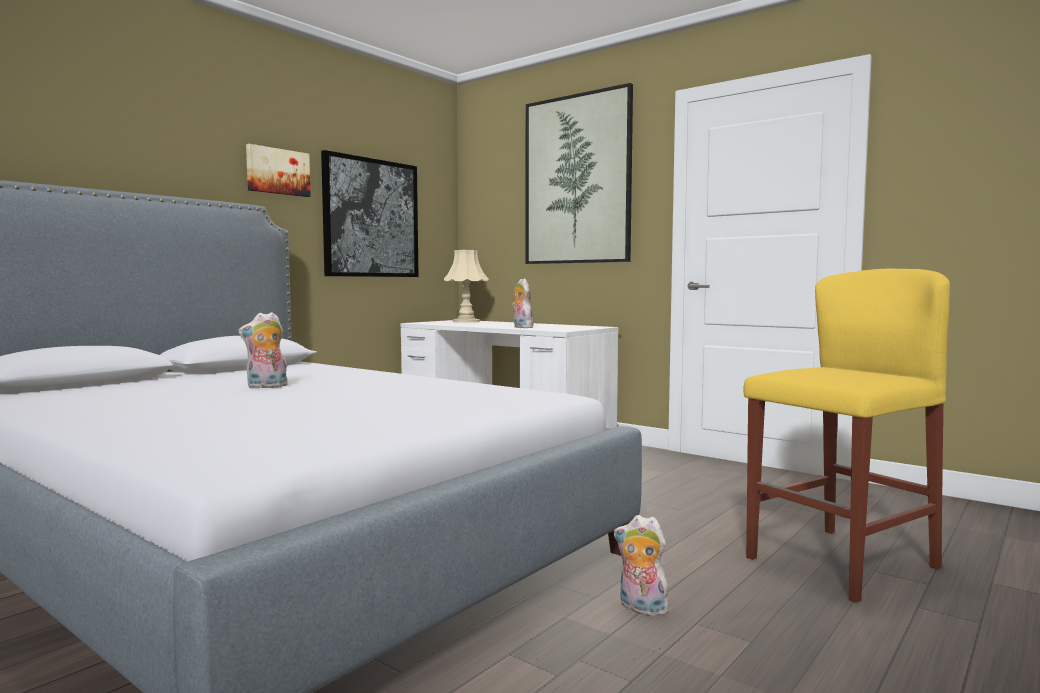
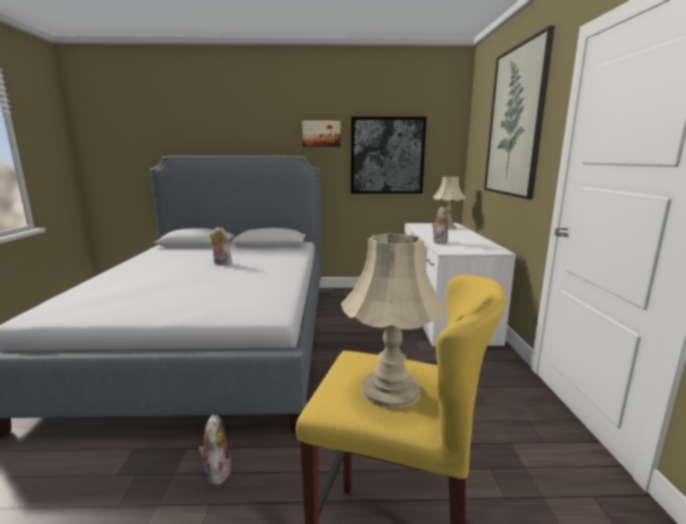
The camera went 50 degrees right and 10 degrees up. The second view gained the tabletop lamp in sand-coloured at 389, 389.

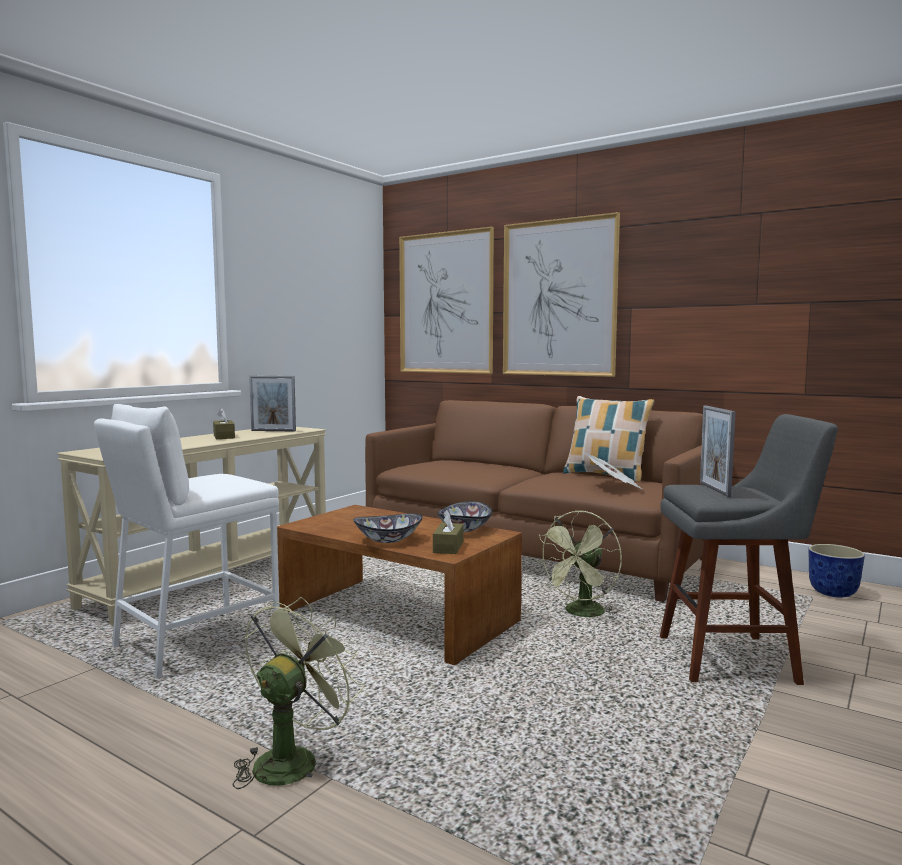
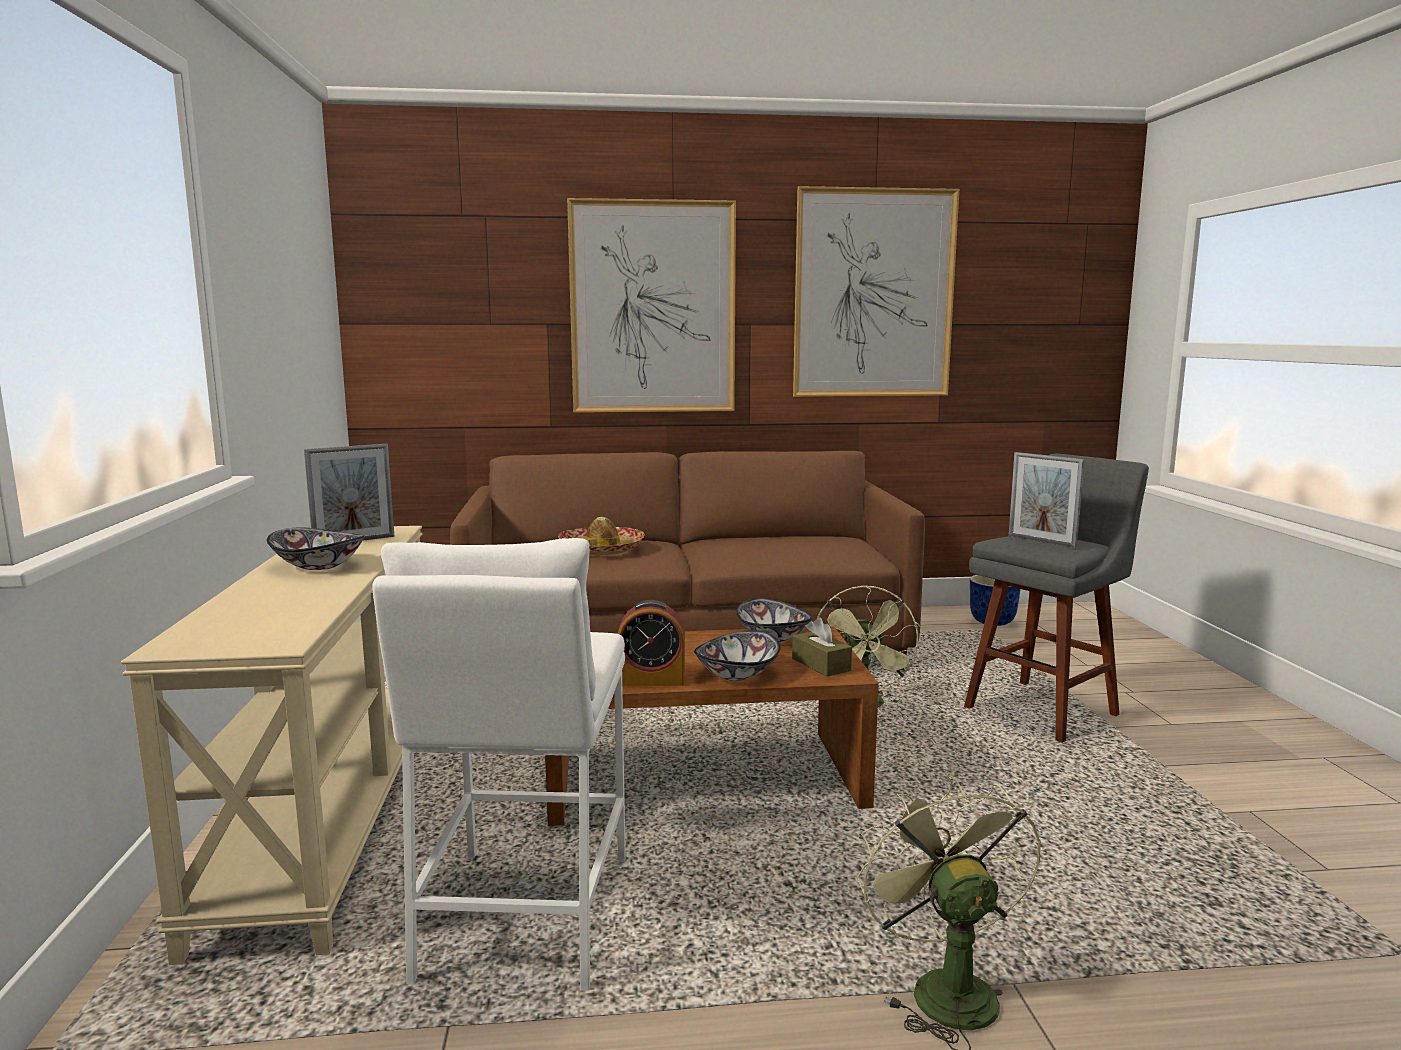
The camera went 40 degrees left and 5 degrees up. The second view lost the throw pillow at 606, 476. The second view lost the newspaper at 613, 487. The second view gained the hat at 601, 549. The second view gained the alarm clock at 651, 680. The wall picture ended up elsewhere, having gone from 445, 303 to 873, 294. Where the tissue box in brownish stood at 224, 436, the deep dish came to stand at 319, 566.

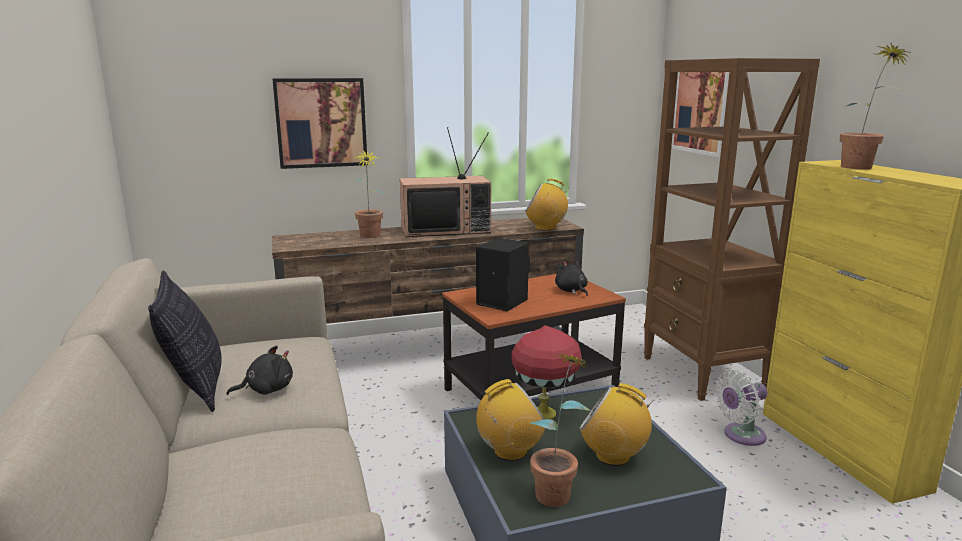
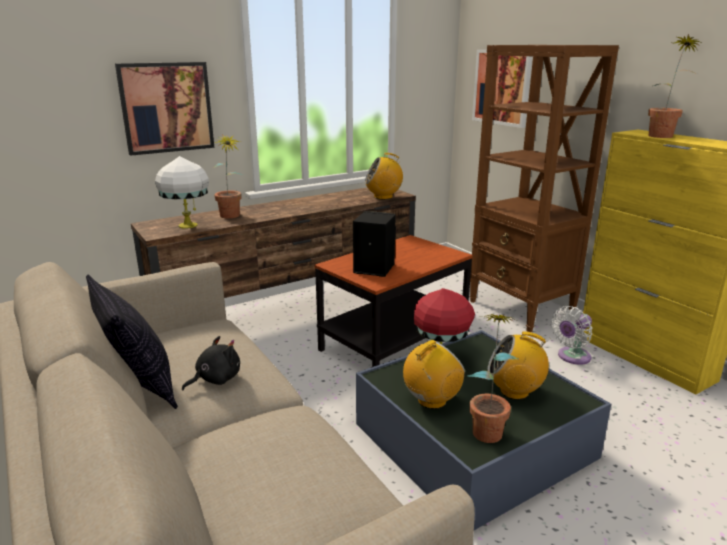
The camera went 15 degrees left and 5 degrees up. The second view lost the TV set at 446, 229. The second view lost the soft toy in blackish at 571, 291. The second view gained the tabletop lamp in white-coloured at 187, 226.

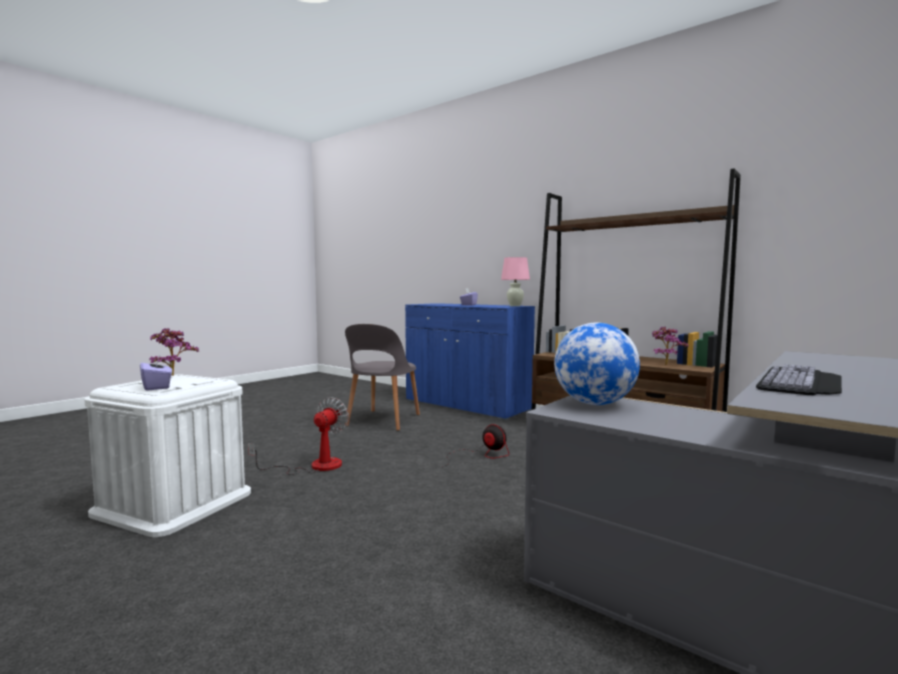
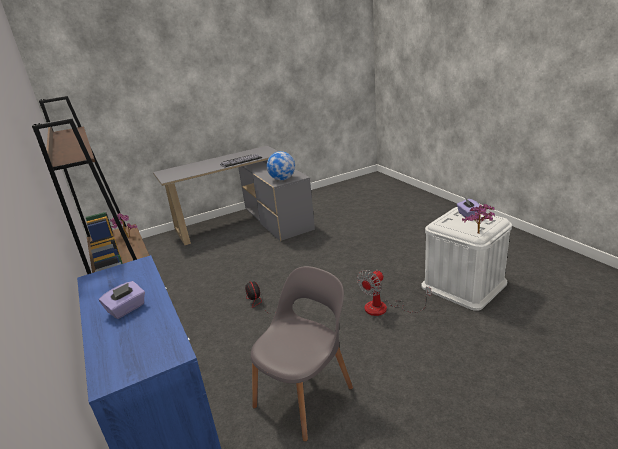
The camera went 155 degrees left and 20 degrees up. The second view lost the tabletop lamp in pink at 515, 306.

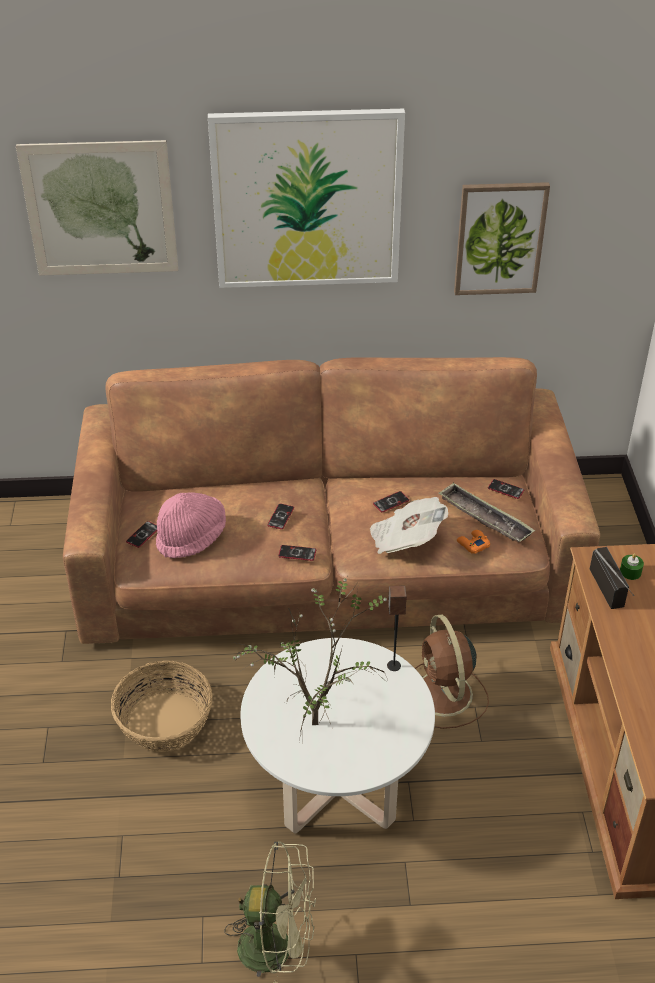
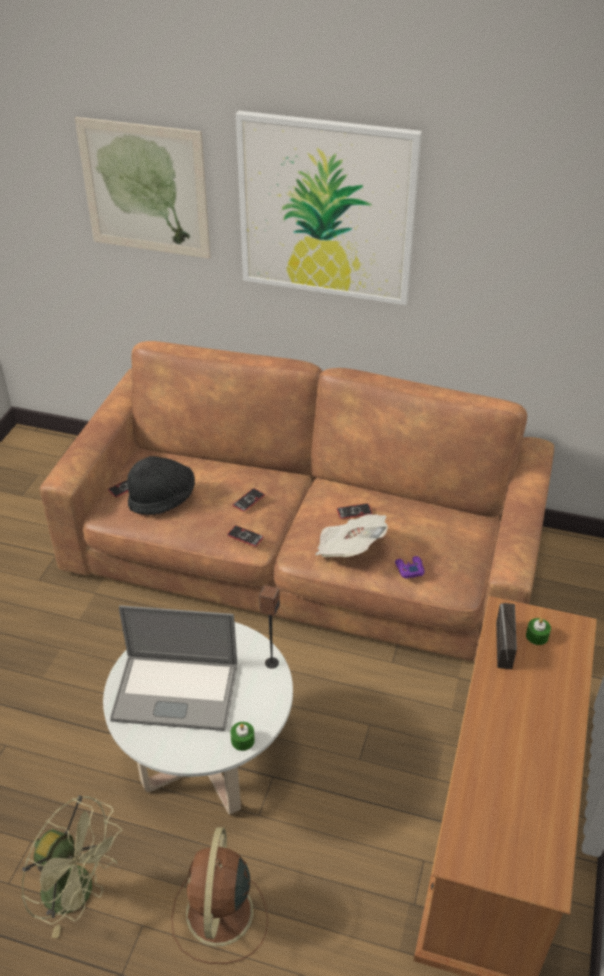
The camera went 20 degrees right and 0 degrees up. The second view lost the storage basket at 165, 722. The second view lost the serving tray at 485, 517. The second view lost the wall picture at 499, 238. The second view lost the handset at 505, 489. The second view gained the wax light in green-coloured at 242, 740. The electric fan in brownish ended up elsewhere, having gone from 444, 696 to 219, 915. Where the potted plant stood at 317, 719, the portable computer came to stand at 175, 692. What was the hat in pink at 191, 537 turned into the hat in blackish at 162, 499. What was the game controller in orange-coloured at 473, 544 turned into the game controller in purplish at 409, 569.

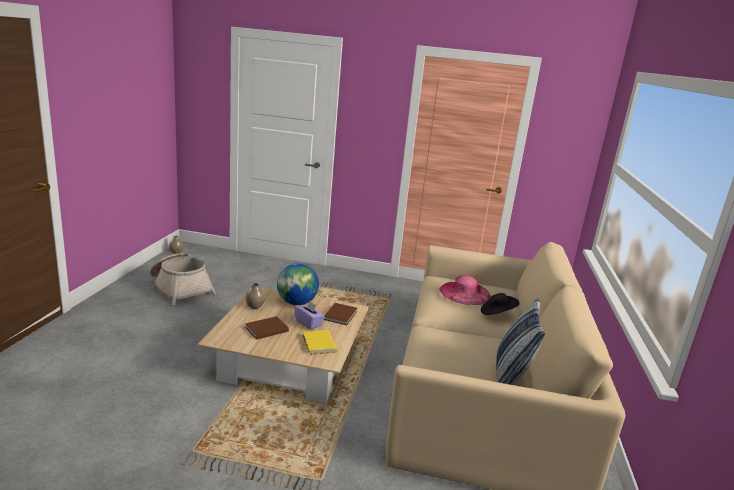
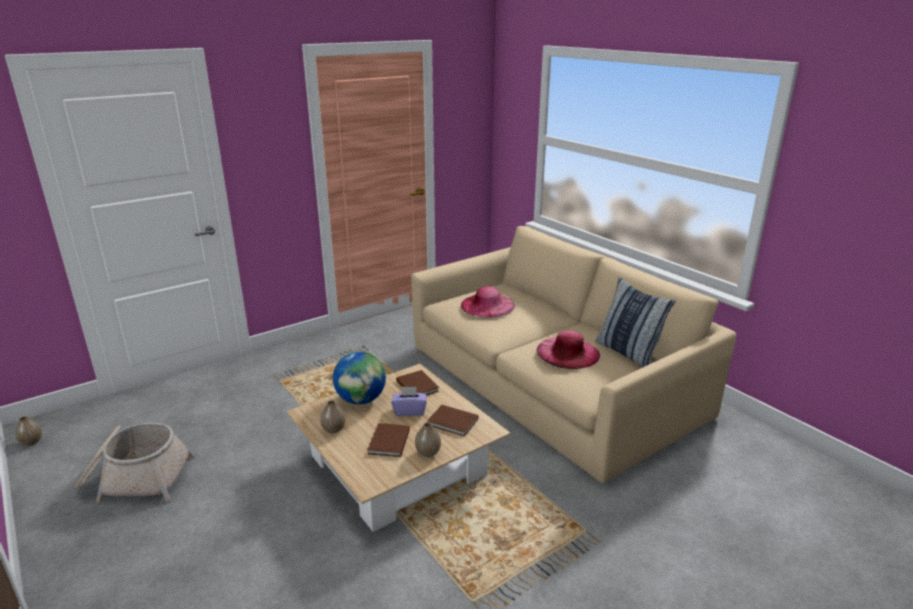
The camera went 45 degrees left and 5 degrees up. The second view lost the hat in blackish at 497, 313. The second view gained the decorative vase at 428, 453. The second view gained the hat in pink at 568, 352. What was the book in yellowish at 318, 344 turned into the book in brownish at 453, 423.

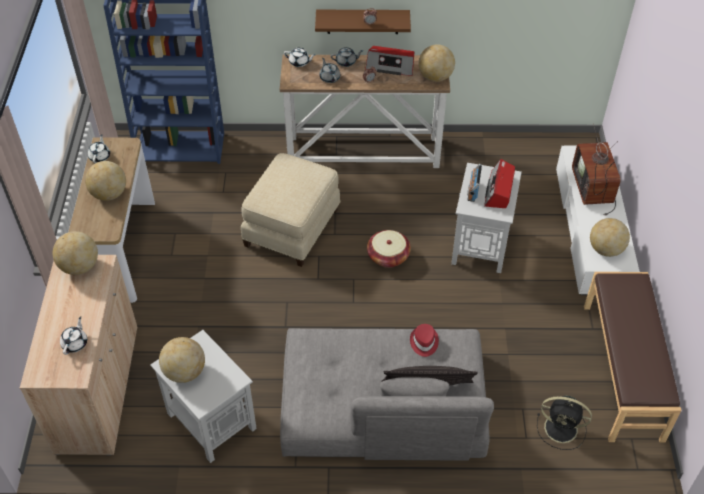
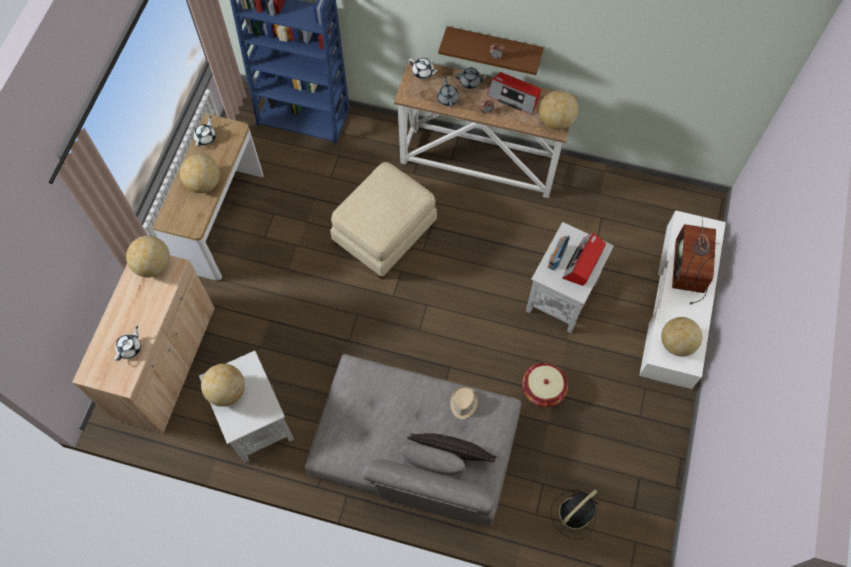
The camera went 15 degrees right and 15 degrees up. The second view lost the long seat in brownish at 623, 371. The storage basket ended up elsewhere, having gone from 388, 256 to 543, 389. What was the hat in red-coloured at 424, 342 turned into the hat in sand-coloured at 463, 403. The electric fan in blackish at 562, 428 ended up facing another way, 105 degrees clockwise from before.

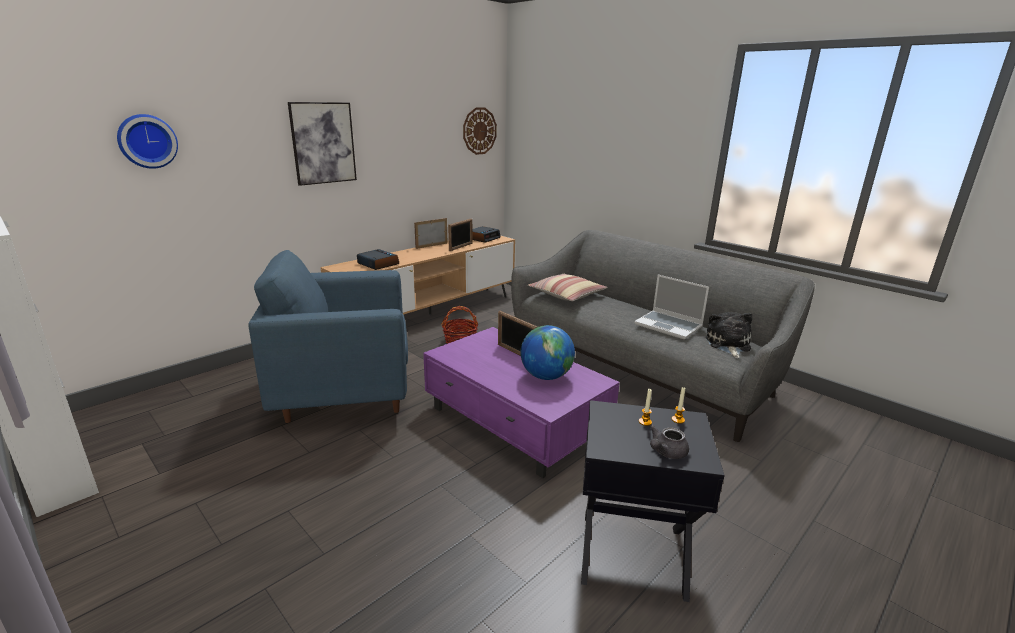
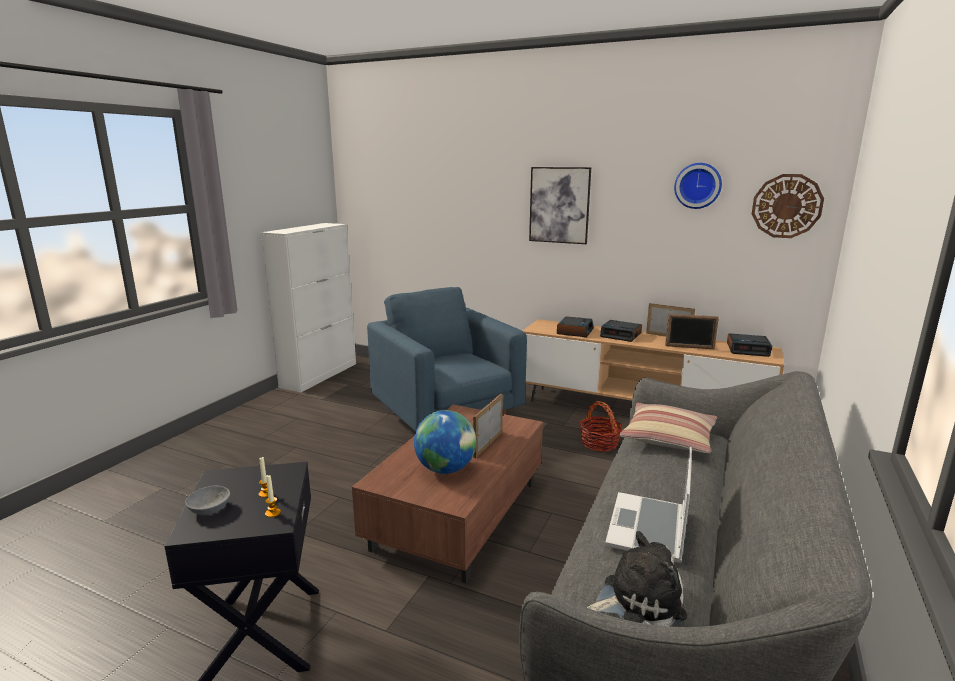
The camera went 70 degrees right and 5 degrees down. The second view gained the alarm clock at 621, 335. The wall clock ended up elsewhere, having gone from 147, 141 to 698, 185. Where the tea pot in greyish stood at 666, 452, the deep dish in greyish came to stand at 208, 508. What was the lounge table in purplish at 516, 423 turned into the lounge table in brownish at 457, 514.

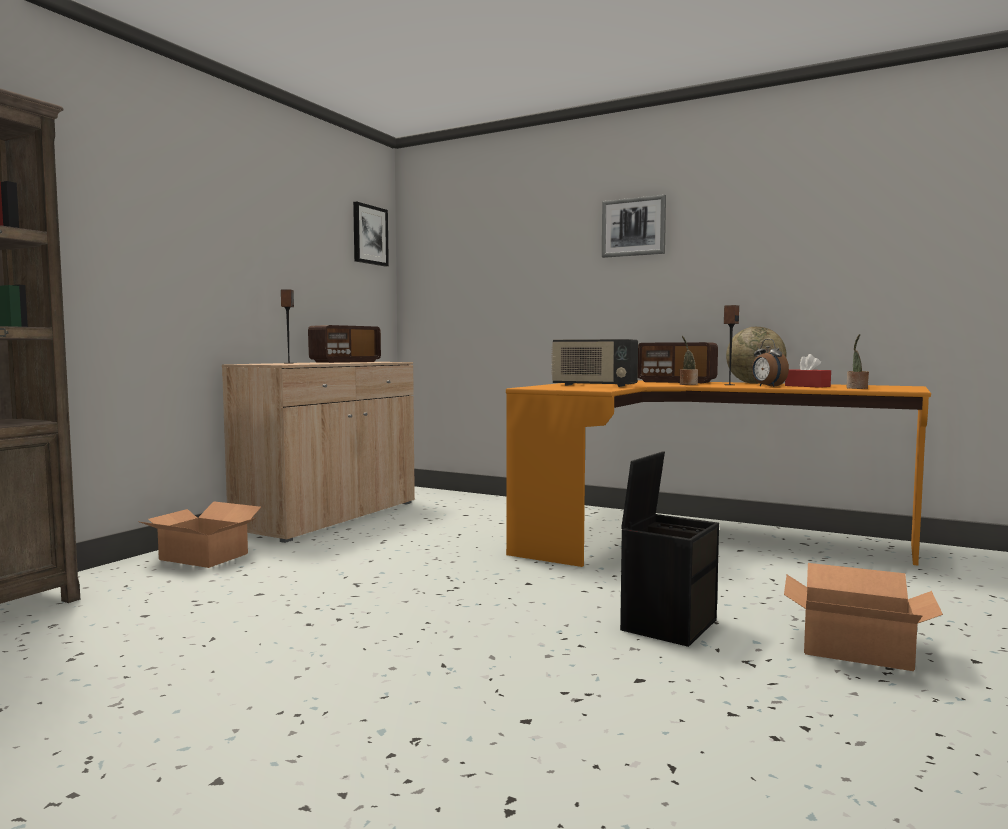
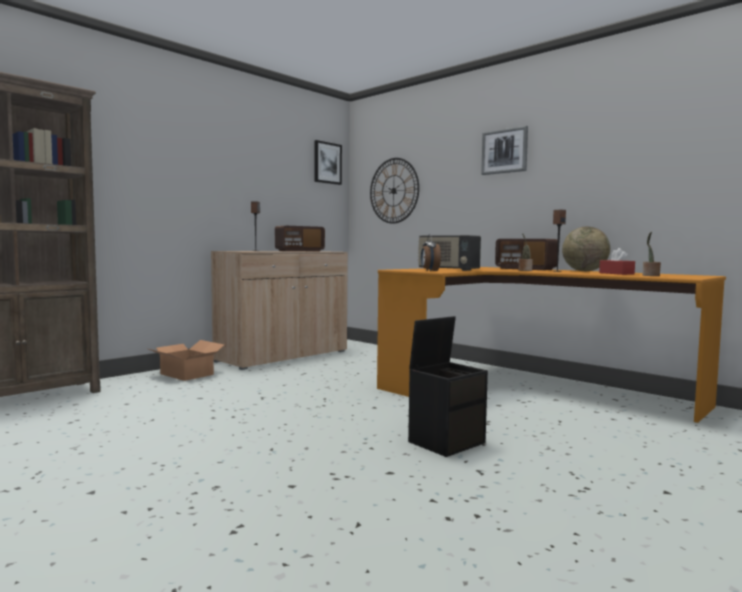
The camera went 15 degrees right and 0 degrees up. The second view lost the packing box at 857, 648. The second view gained the wall clock at 393, 190. The alarm clock ended up elsewhere, having gone from 767, 386 to 429, 271.

